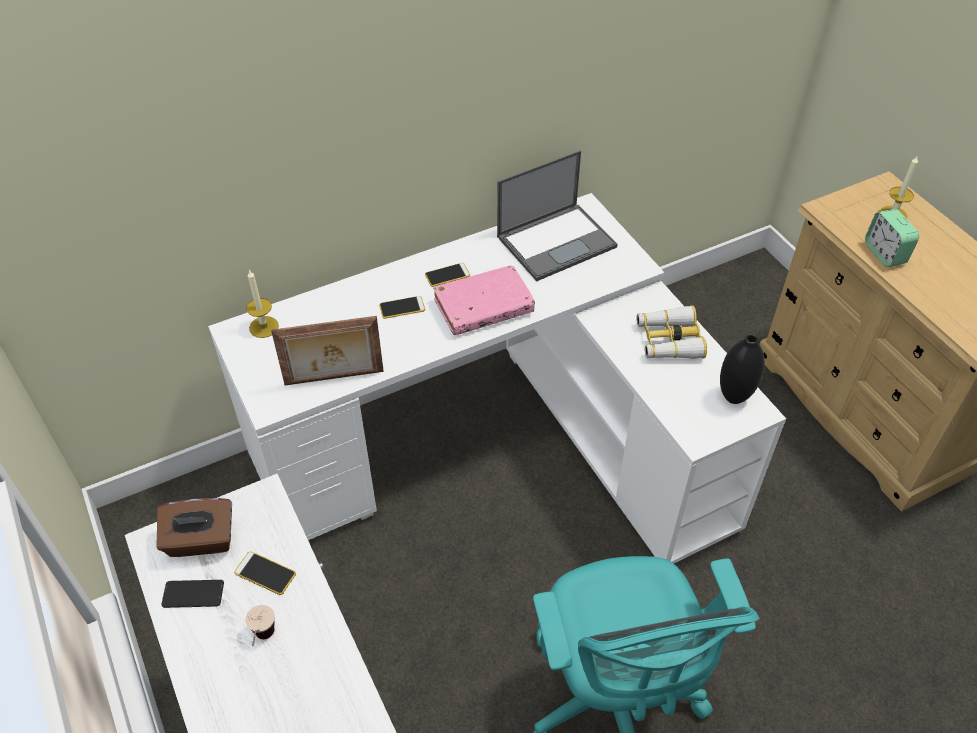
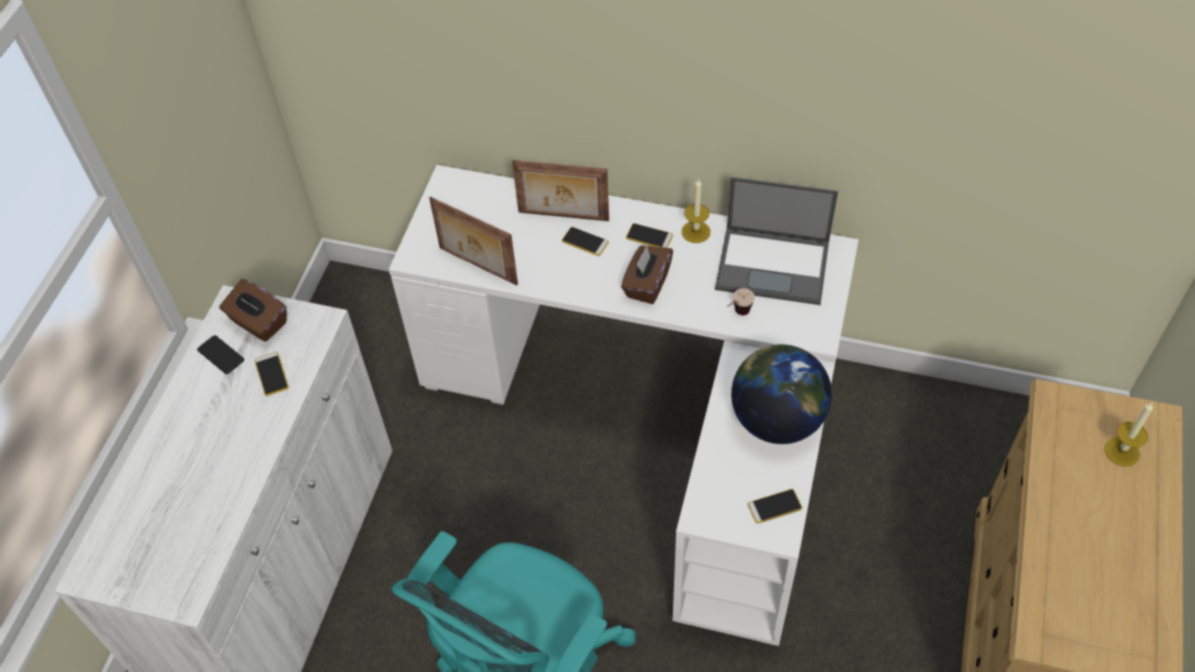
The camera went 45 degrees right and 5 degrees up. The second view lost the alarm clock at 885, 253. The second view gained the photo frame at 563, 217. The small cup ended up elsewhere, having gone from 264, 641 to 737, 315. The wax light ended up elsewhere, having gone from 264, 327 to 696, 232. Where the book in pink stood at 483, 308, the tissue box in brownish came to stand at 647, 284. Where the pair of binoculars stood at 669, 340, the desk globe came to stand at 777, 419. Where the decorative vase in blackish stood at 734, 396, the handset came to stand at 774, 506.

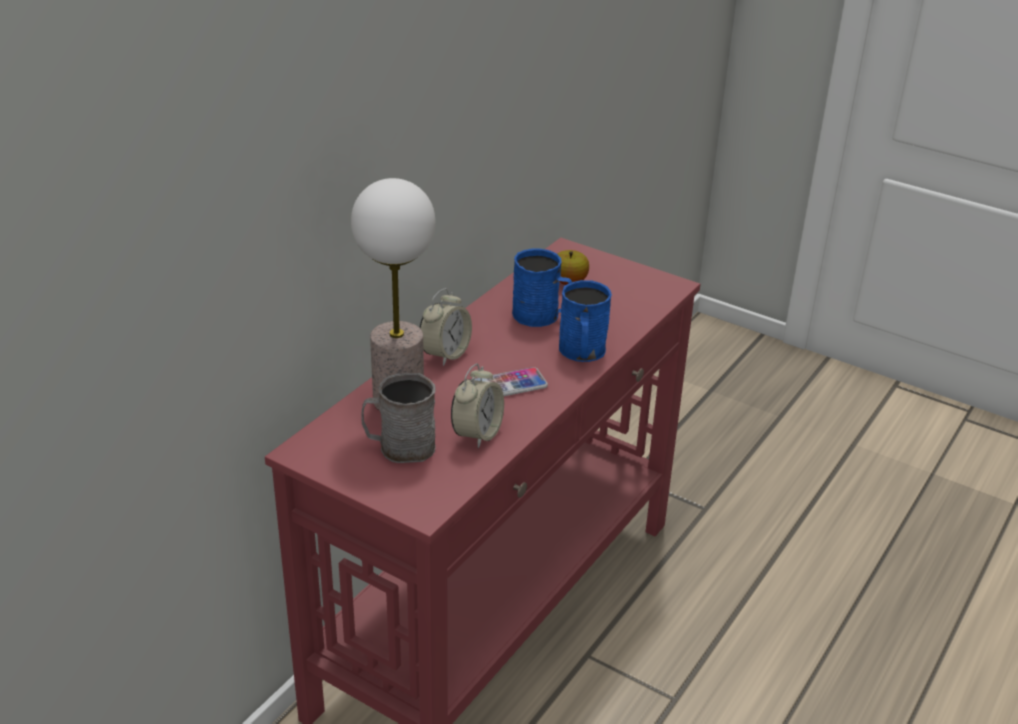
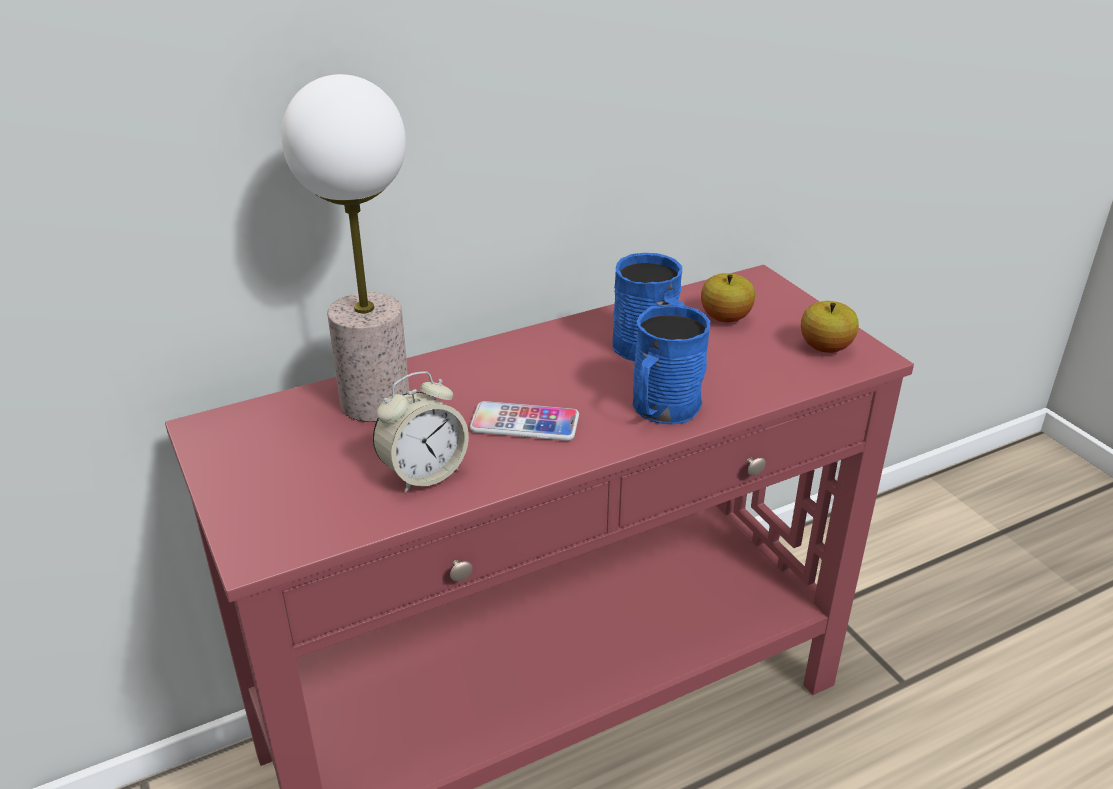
The camera went 30 degrees right and 0 degrees up. The second view lost the mug in greyish at 399, 447. The second view lost the alarm clock at 445, 354. The second view gained the whole apple at 825, 348.

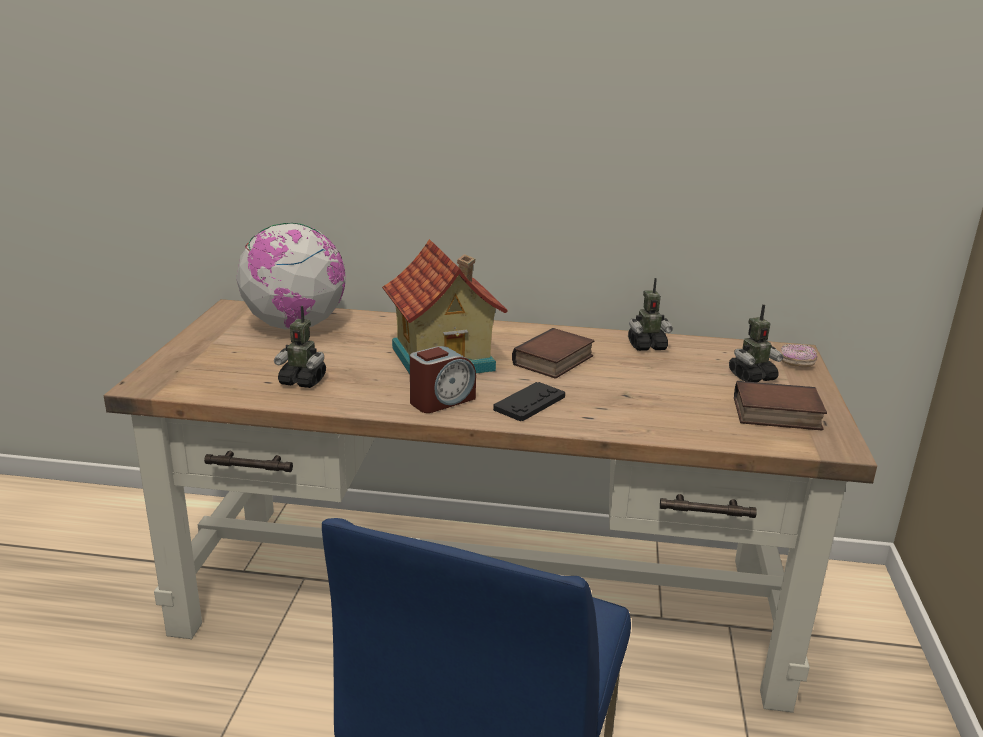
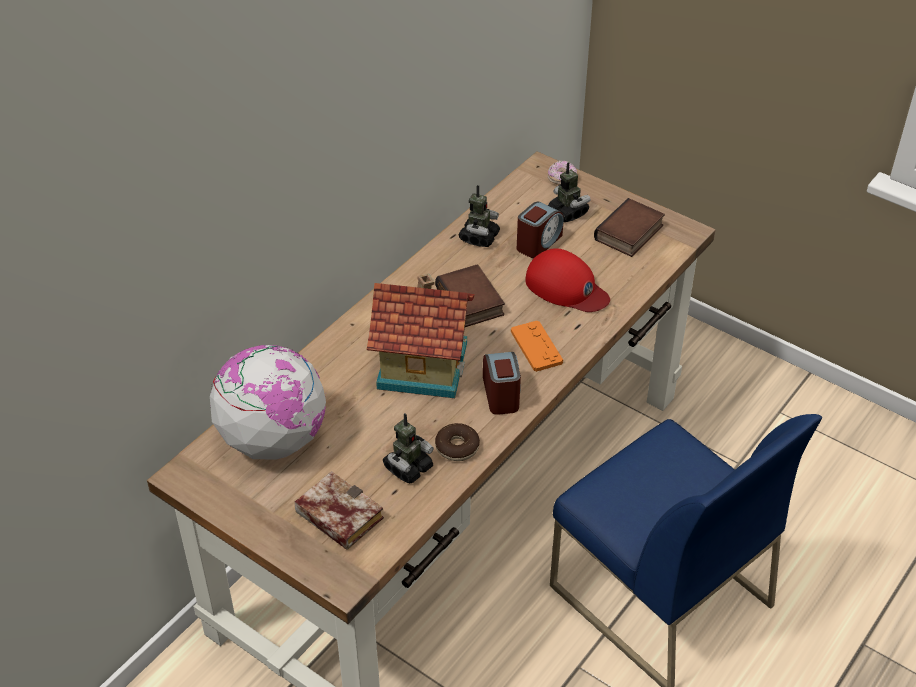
The camera went 60 degrees left and 20 degrees up. The second view gained the book at 335, 516. The second view gained the ring doughnut at 457, 447. The second view gained the alarm clock at 538, 243. The second view gained the cap in red-coloured at 566, 287. What was the game controller in blackish at 529, 403 turned into the game controller in orange-coloured at 536, 347. The model robot at 752, 376 ended up facing another way, 45 degrees counterclockwise from before.

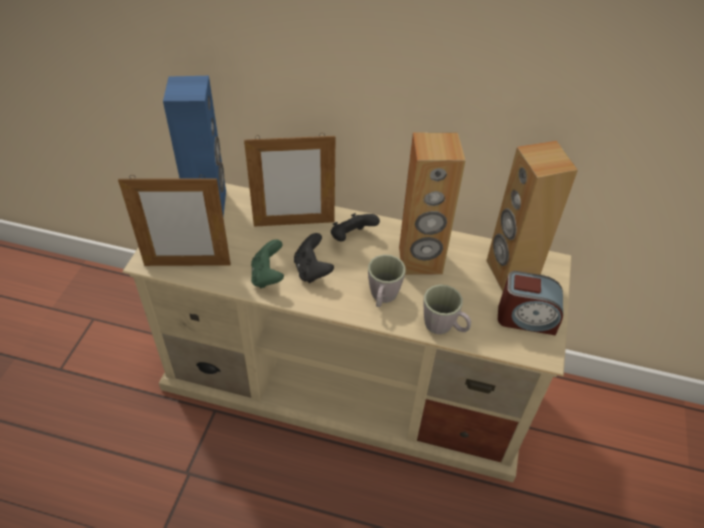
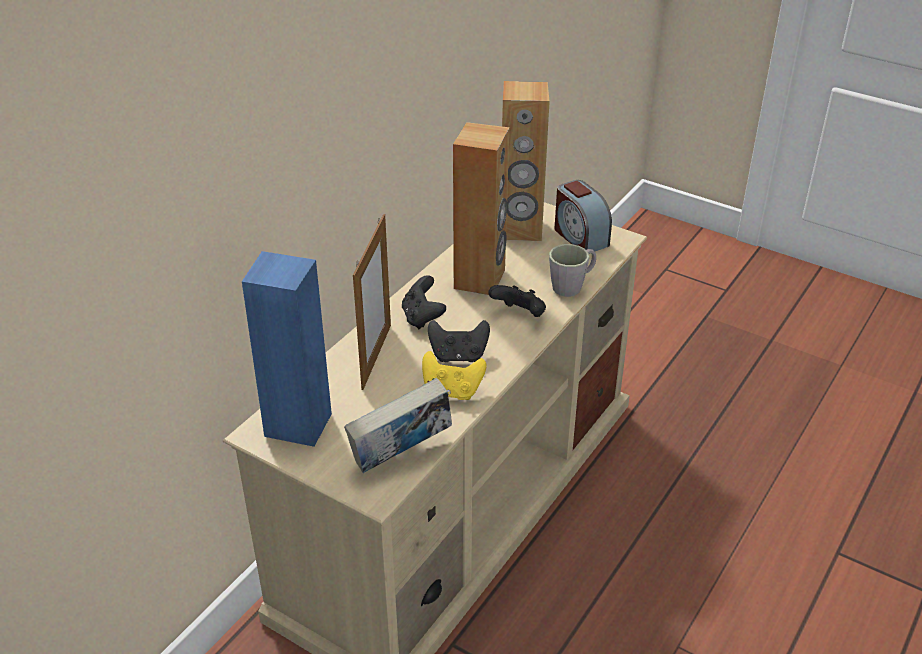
The camera went 70 degrees left and 10 degrees down. Where the photo frame stood at 187, 264, the book came to stand at 401, 456. Where the mug in greyish stood at 382, 298, the game controller in blackish came to stand at 519, 315. What was the game controller in green-coloured at 268, 276 turned into the game controller in yellowish at 452, 391. The alarm clock at 526, 318 ended up facing another way, 120 degrees clockwise from before.

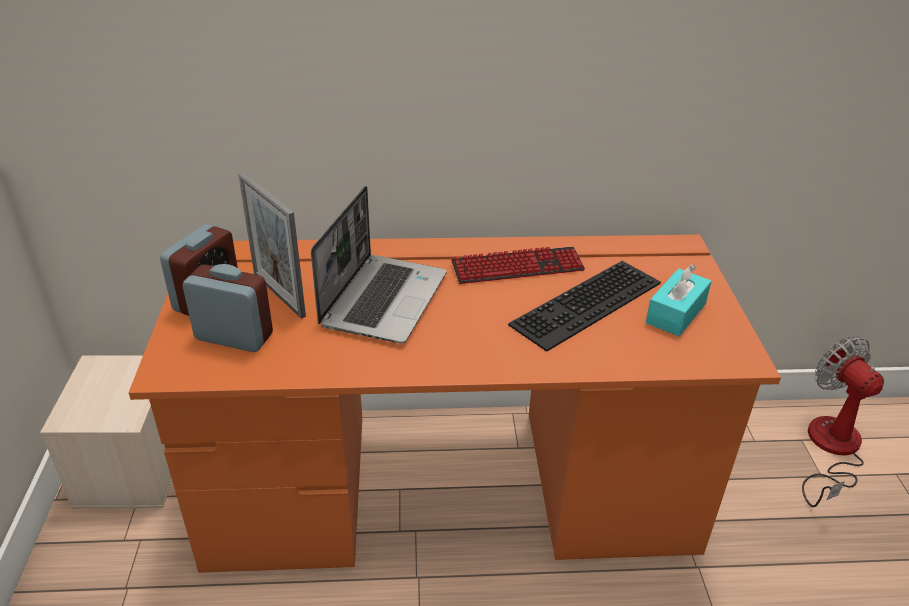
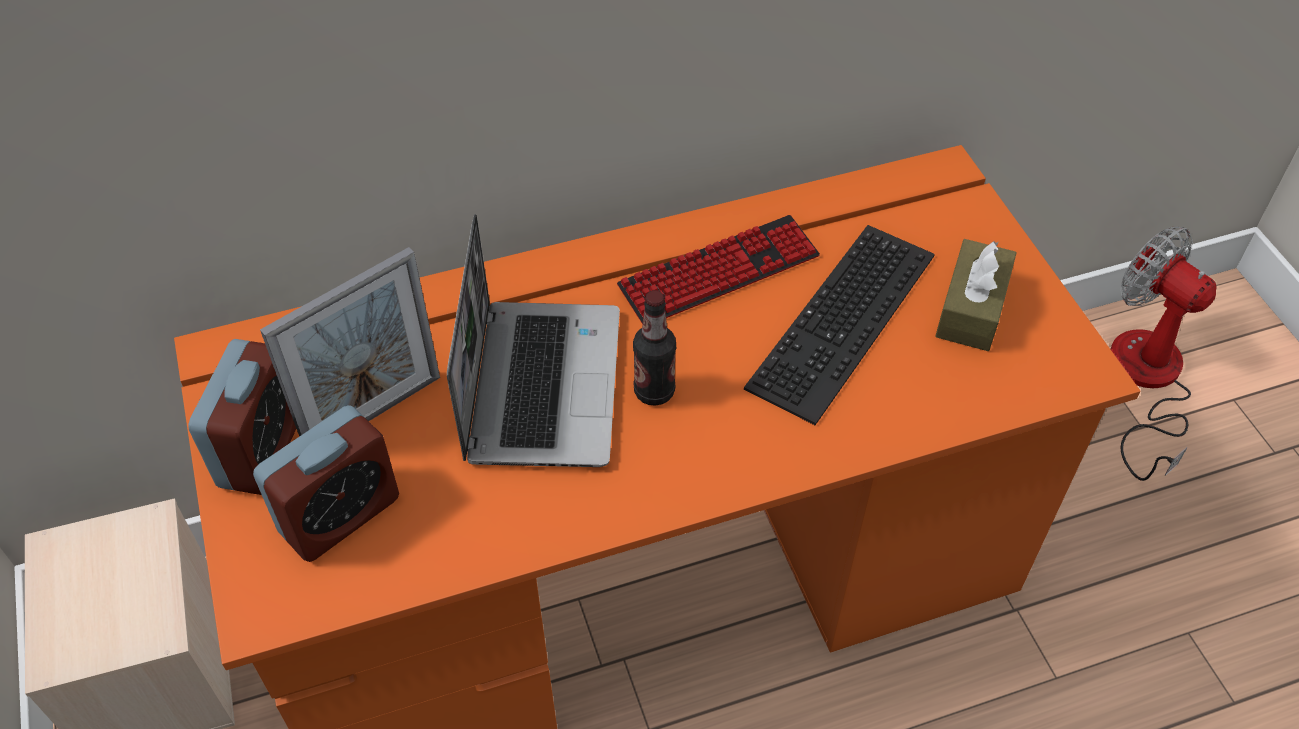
The camera went 15 degrees left and 15 degrees up. The second view gained the beverage bottle at 654, 391. What was the tissue box in turquoise-coloured at 676, 313 turned into the tissue box in brownish at 971, 308. The alarm clock at 234, 337 ended up facing another way, 135 degrees clockwise from before. The photo frame at 279, 294 ended up facing another way, 75 degrees counterclockwise from before.

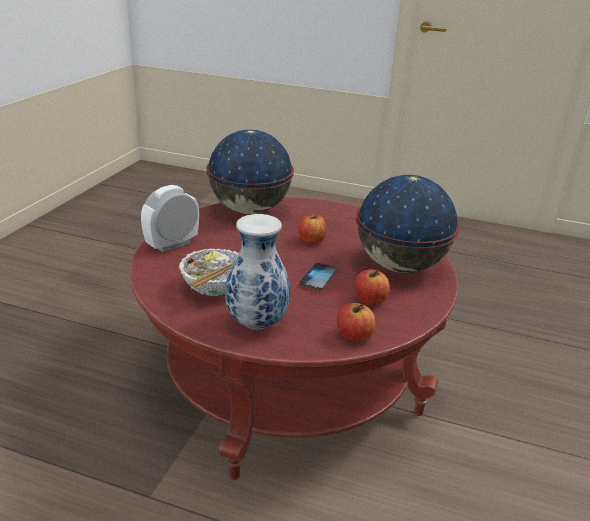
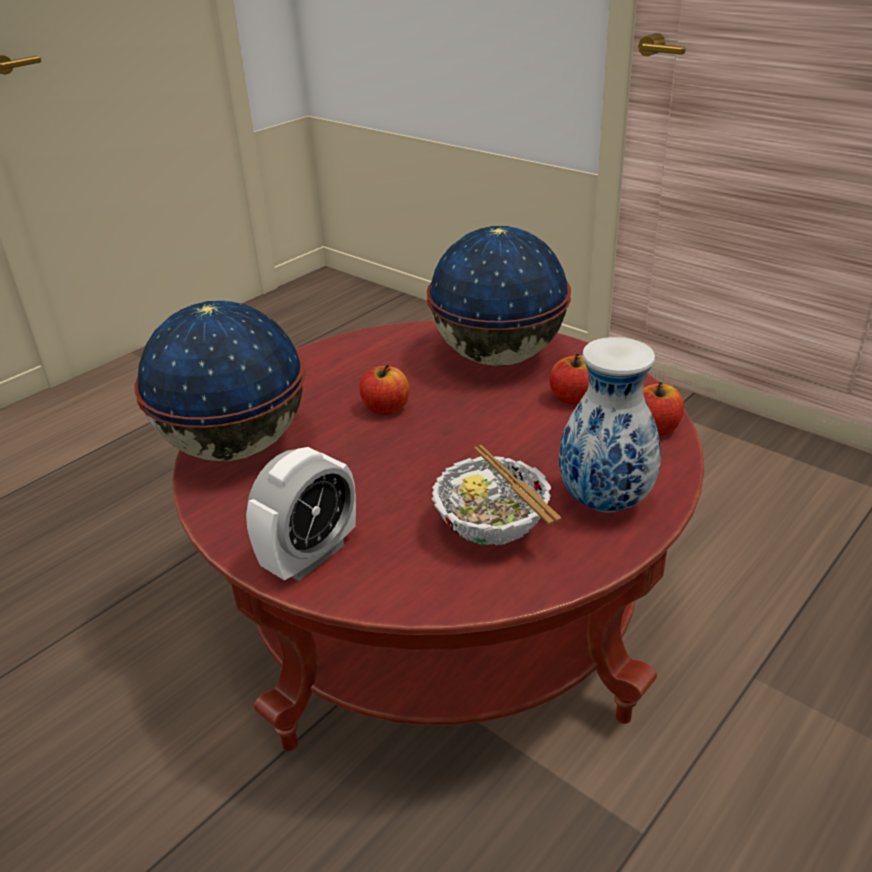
The camera went 65 degrees left and 5 degrees up. The second view lost the handset at 318, 277. The alarm clock at 172, 244 ended up facing another way, 120 degrees counterclockwise from before.

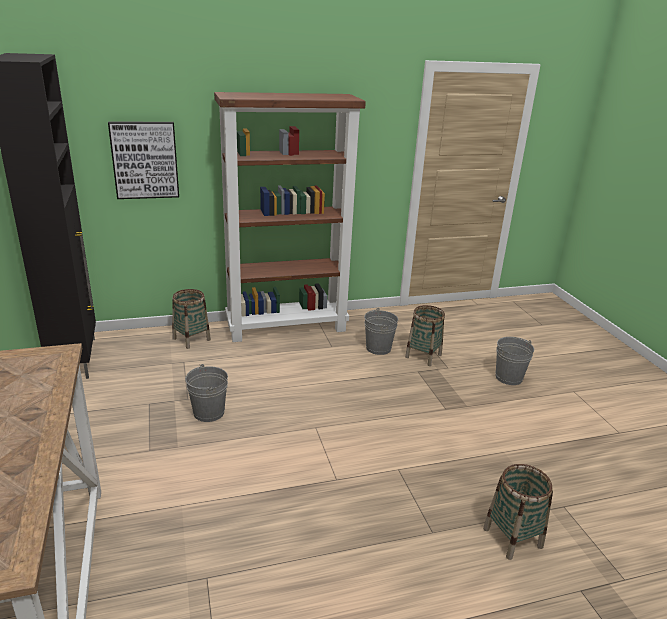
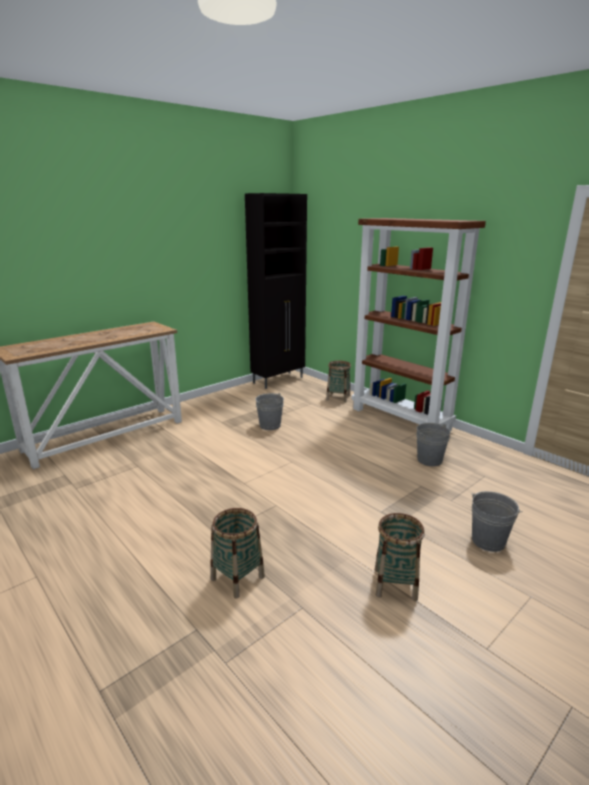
The camera went 65 degrees right and 5 degrees down. The second view lost the wall picture at 145, 160. The storage basket ended up elsewhere, having gone from 423, 356 to 395, 584.

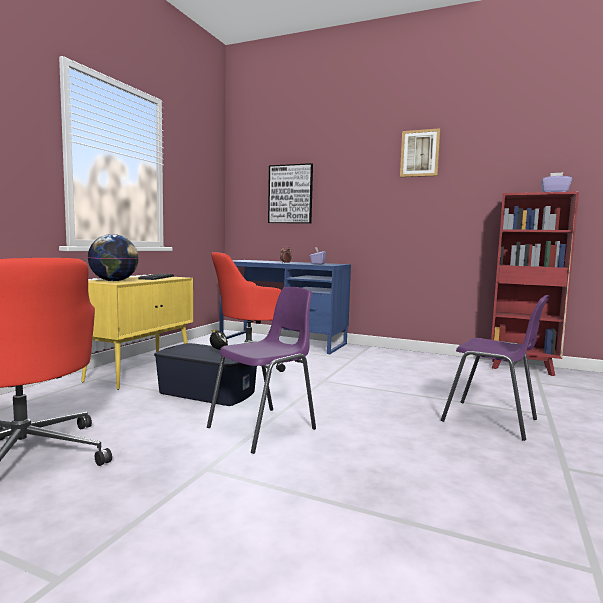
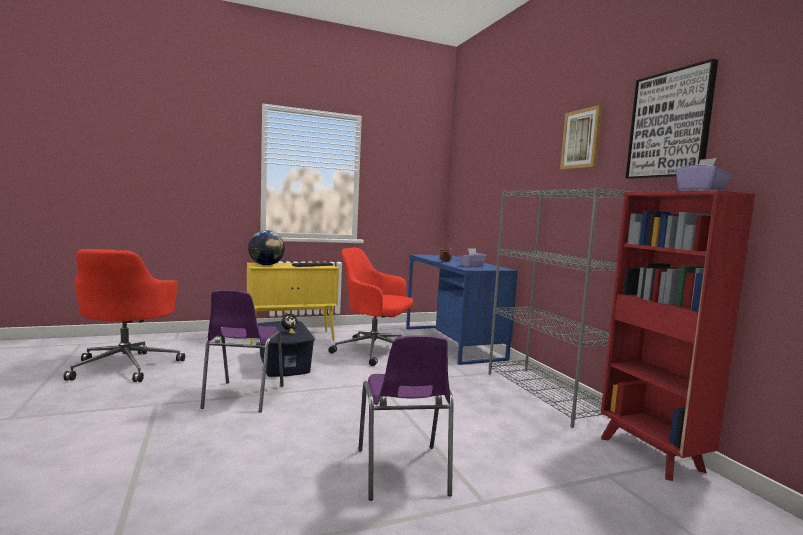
The camera went 45 degrees right and 0 degrees up. The second view gained the shelving unit in greyish at 546, 395. The wall picture ended up elsewhere, having gone from 290, 194 to 670, 124. The upright chair in purplish at 265, 428 ended up facing another way, 90 degrees clockwise from before.

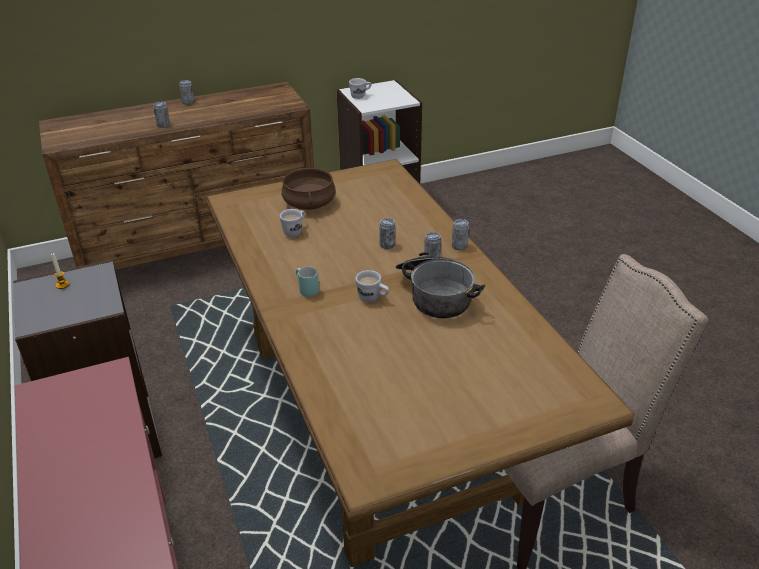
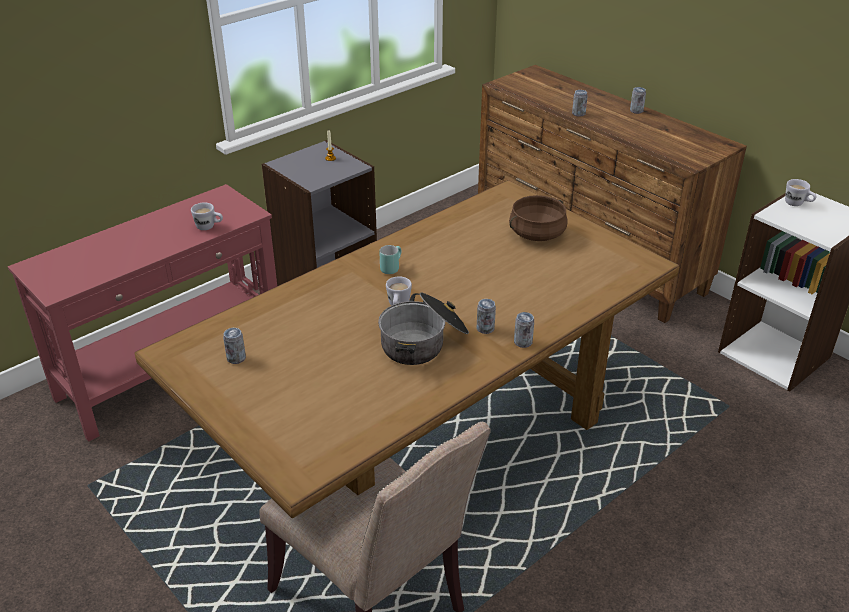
The camera went 70 degrees right and 0 degrees up. The mug in white-coloured ended up elsewhere, having gone from 295, 231 to 209, 227. The metal can ended up elsewhere, having gone from 387, 245 to 236, 358.

